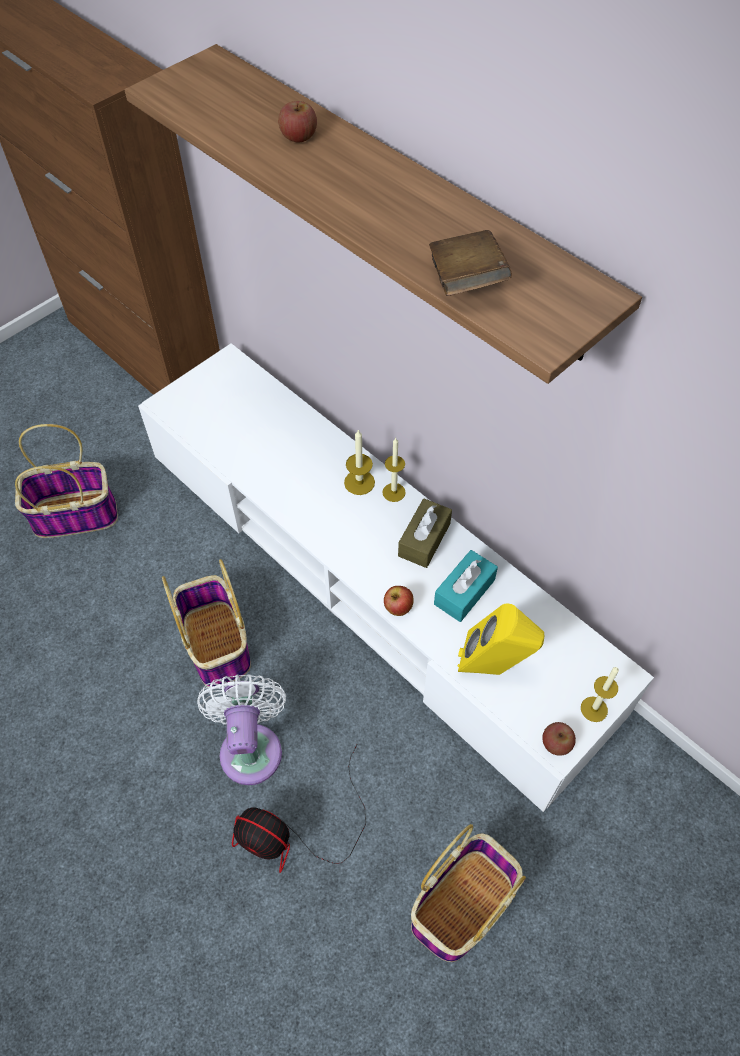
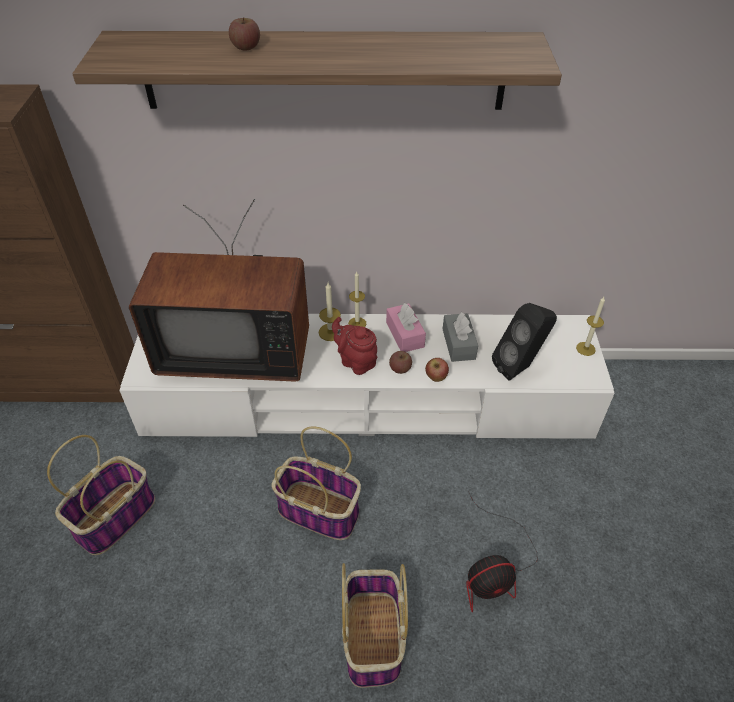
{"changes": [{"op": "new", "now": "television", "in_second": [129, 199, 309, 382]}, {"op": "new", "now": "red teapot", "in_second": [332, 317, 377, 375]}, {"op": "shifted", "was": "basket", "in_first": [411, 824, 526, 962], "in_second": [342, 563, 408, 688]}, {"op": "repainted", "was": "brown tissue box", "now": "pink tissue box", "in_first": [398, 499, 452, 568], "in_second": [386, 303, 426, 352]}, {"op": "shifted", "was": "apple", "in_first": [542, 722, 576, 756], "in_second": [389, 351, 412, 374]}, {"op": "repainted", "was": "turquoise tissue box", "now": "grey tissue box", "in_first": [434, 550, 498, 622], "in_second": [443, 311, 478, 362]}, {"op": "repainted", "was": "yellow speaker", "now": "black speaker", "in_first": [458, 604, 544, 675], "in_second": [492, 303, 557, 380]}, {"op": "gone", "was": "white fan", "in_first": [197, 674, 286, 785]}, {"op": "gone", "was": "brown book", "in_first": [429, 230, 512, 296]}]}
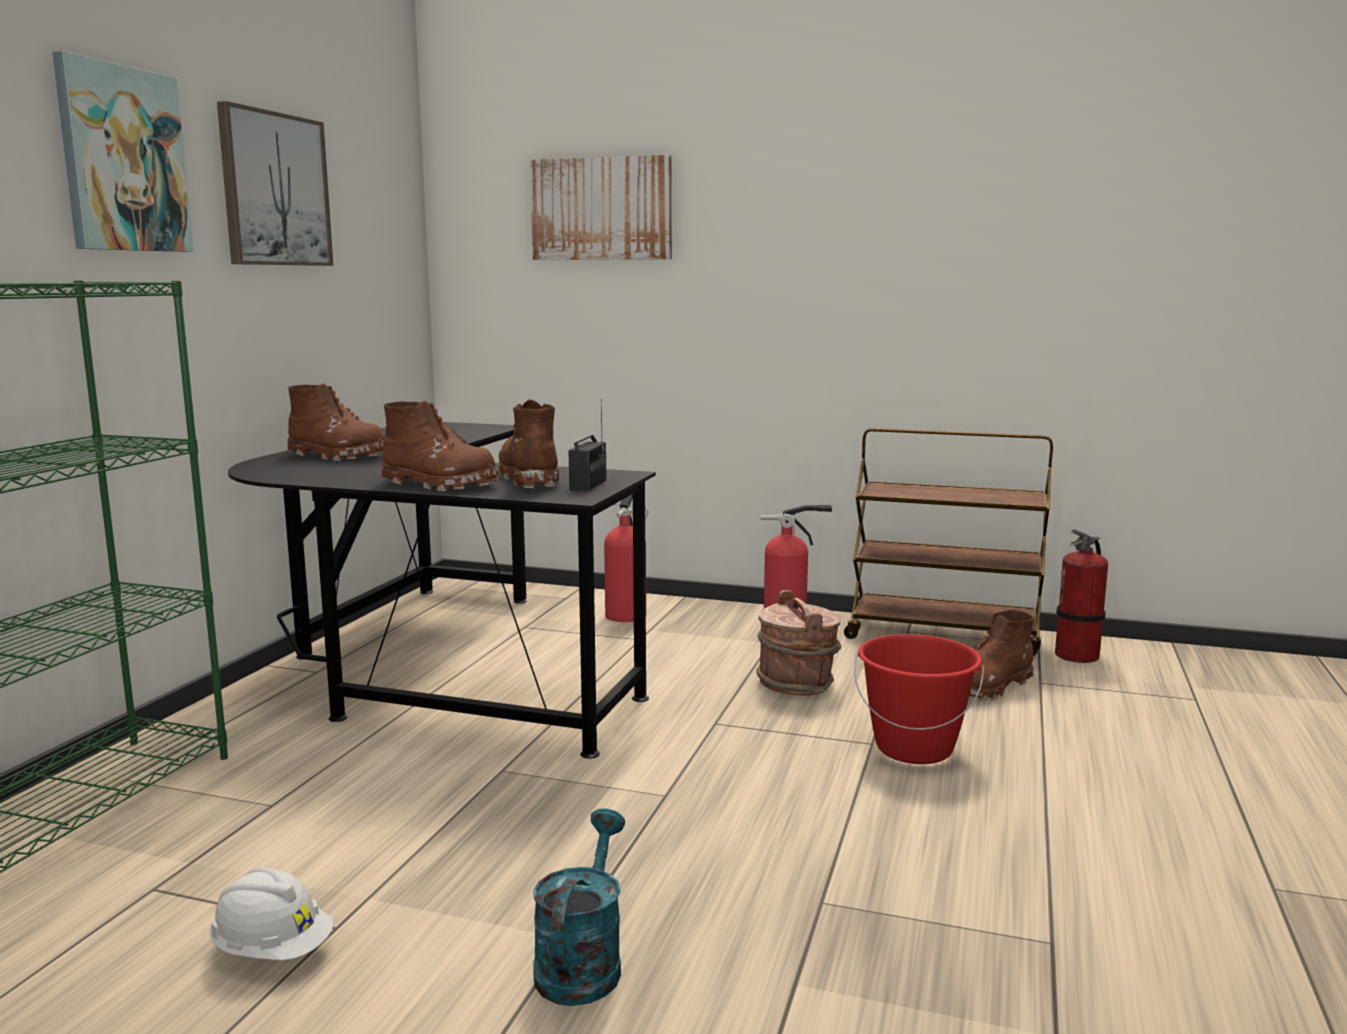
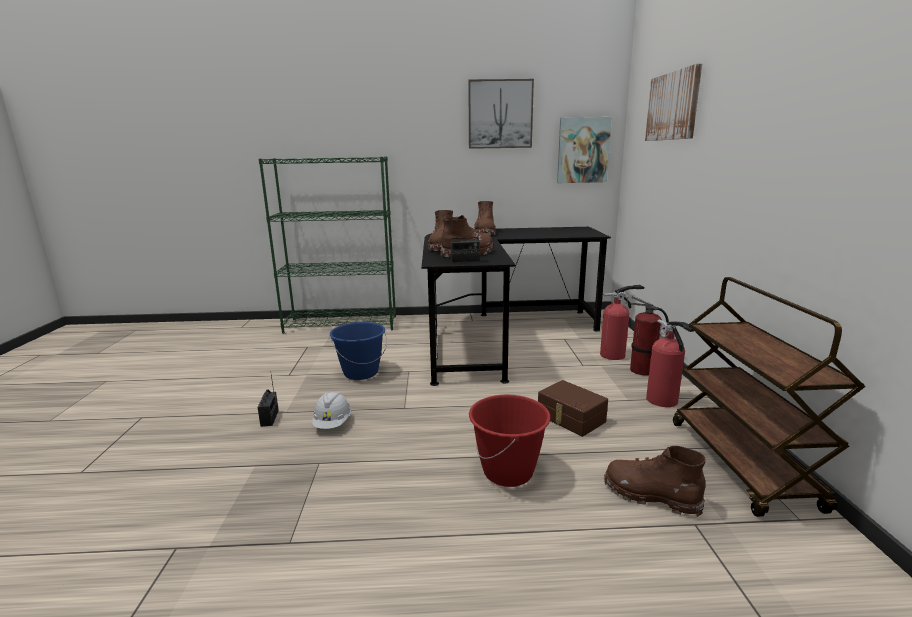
{"changes": [{"op": "swapped", "was": "turquoise watering can", "now": "radio", "in_first": [533, 808, 625, 1006], "in_second": [258, 371, 279, 427]}, {"op": "shifted", "was": "white hard hat", "in_first": [209, 868, 333, 961], "in_second": [312, 392, 351, 429]}, {"op": "new", "now": "blue bucket", "in_second": [330, 322, 387, 380]}, {"op": "swapped", "was": "brown bucket", "now": "brown storage box", "in_first": [756, 590, 841, 696], "in_second": [538, 380, 608, 437]}, {"op": "shifted", "was": "picture", "in_first": [52, 51, 194, 252], "in_second": [557, 117, 612, 183]}, {"op": "shifted", "was": "fire extinguisher", "in_first": [1055, 529, 1108, 663], "in_second": [630, 296, 669, 376]}]}
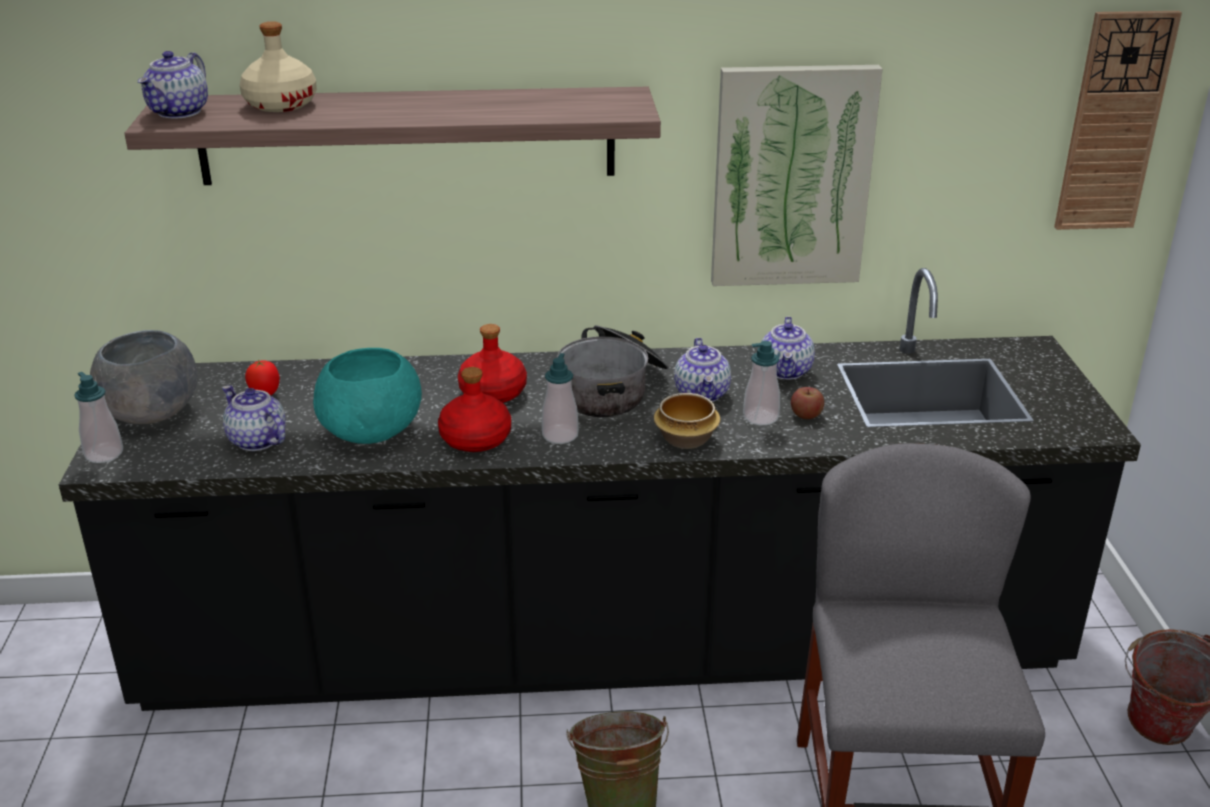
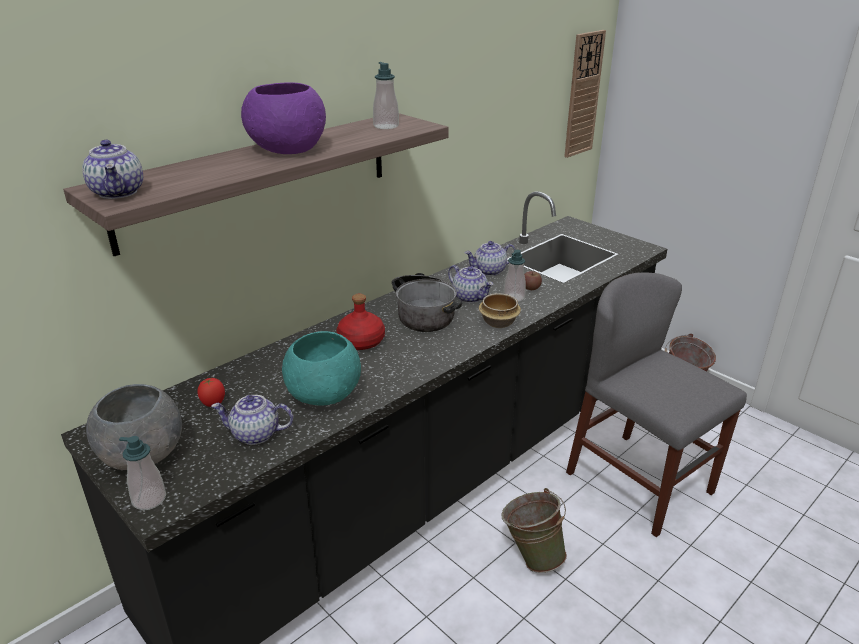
{"changes": [{"op": "new", "now": "purple bowl", "in_second": [241, 82, 326, 154]}, {"op": "shifted", "was": "soap dispenser", "in_first": [542, 353, 578, 444], "in_second": [373, 62, 399, 129]}, {"op": "rotated", "was": "teapot", "in_first": [761, 316, 815, 379], "in_second": [465, 241, 516, 276], "clockwise": 105}, {"op": "gone", "was": "beige bottle", "in_first": [240, 21, 317, 112]}, {"op": "gone", "was": "red bottle", "in_first": [438, 367, 511, 452]}, {"op": "gone", "was": "picture", "in_first": [711, 65, 882, 286]}]}
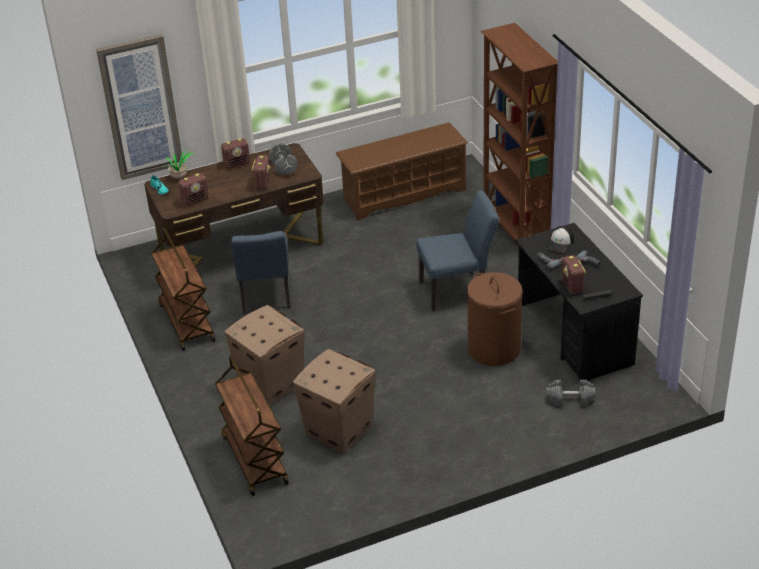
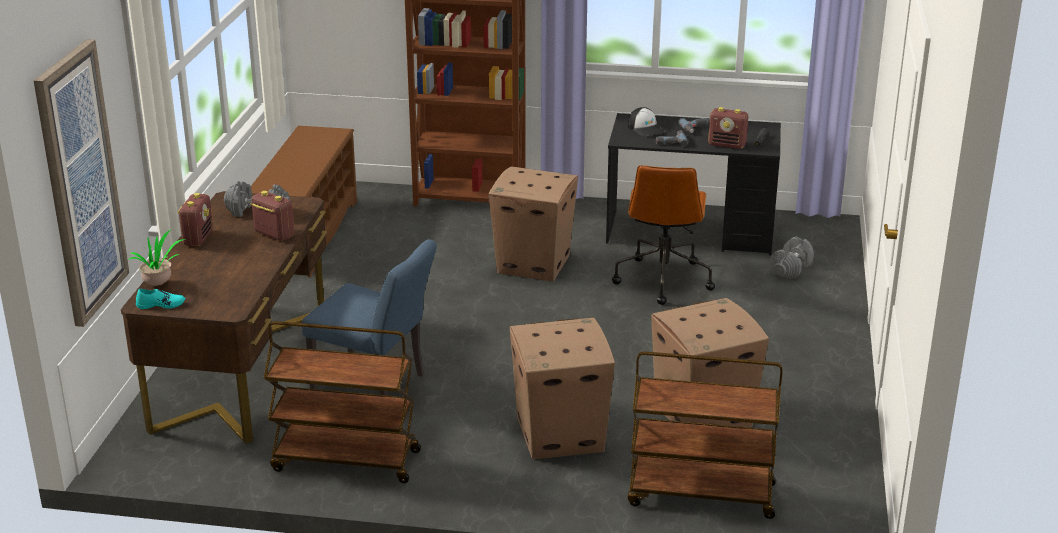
{"changes": [{"op": "swapped", "was": "blue chair", "now": "cardboard box", "in_first": [416, 190, 499, 312], "in_second": [488, 166, 578, 282]}, {"op": "swapped", "was": "brown laundry basket", "now": "brown office chair", "in_first": [467, 272, 523, 366], "in_second": [612, 165, 715, 305]}, {"op": "gone", "was": "radio", "in_first": [178, 173, 209, 206]}]}
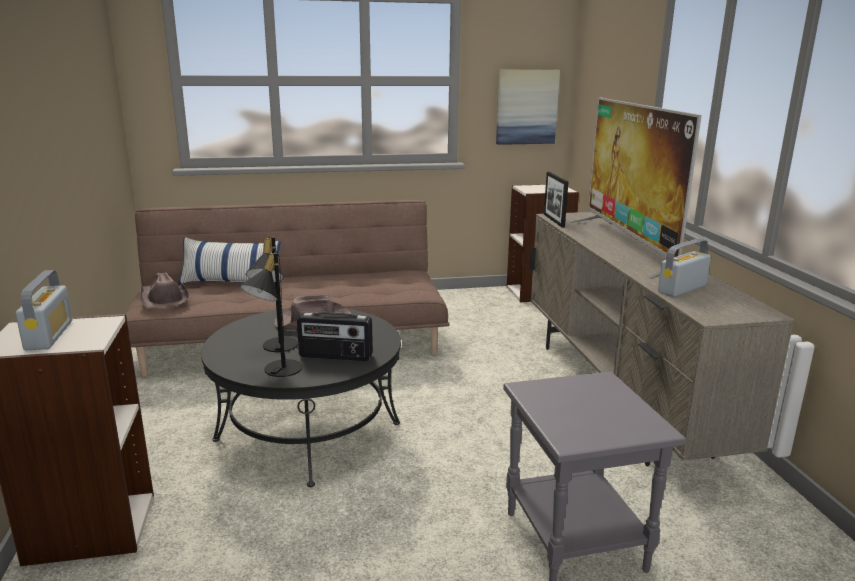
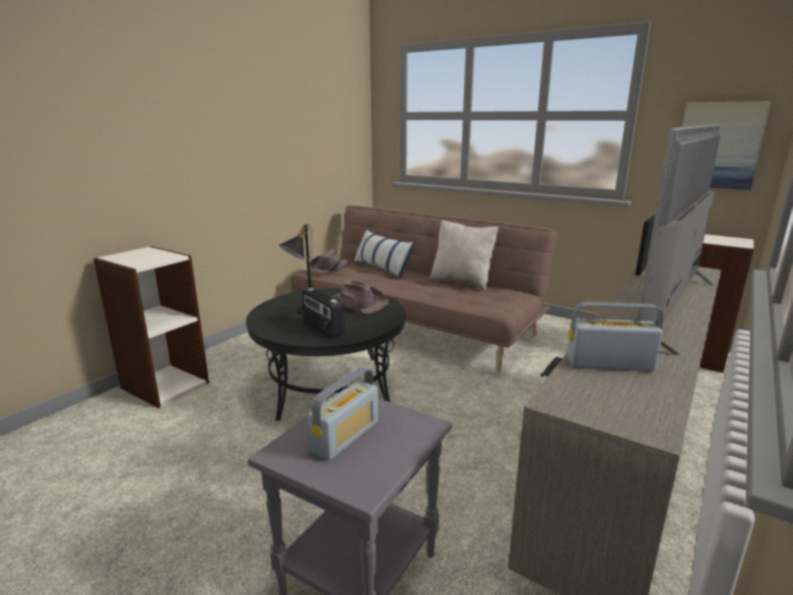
{"changes": [{"op": "shifted", "was": "radio", "in_first": [15, 270, 72, 350], "in_second": [308, 367, 378, 460]}, {"op": "new", "now": "beige pillow", "in_second": [430, 220, 499, 291]}, {"op": "gone", "was": "black table lamp", "in_first": [240, 252, 303, 377]}]}
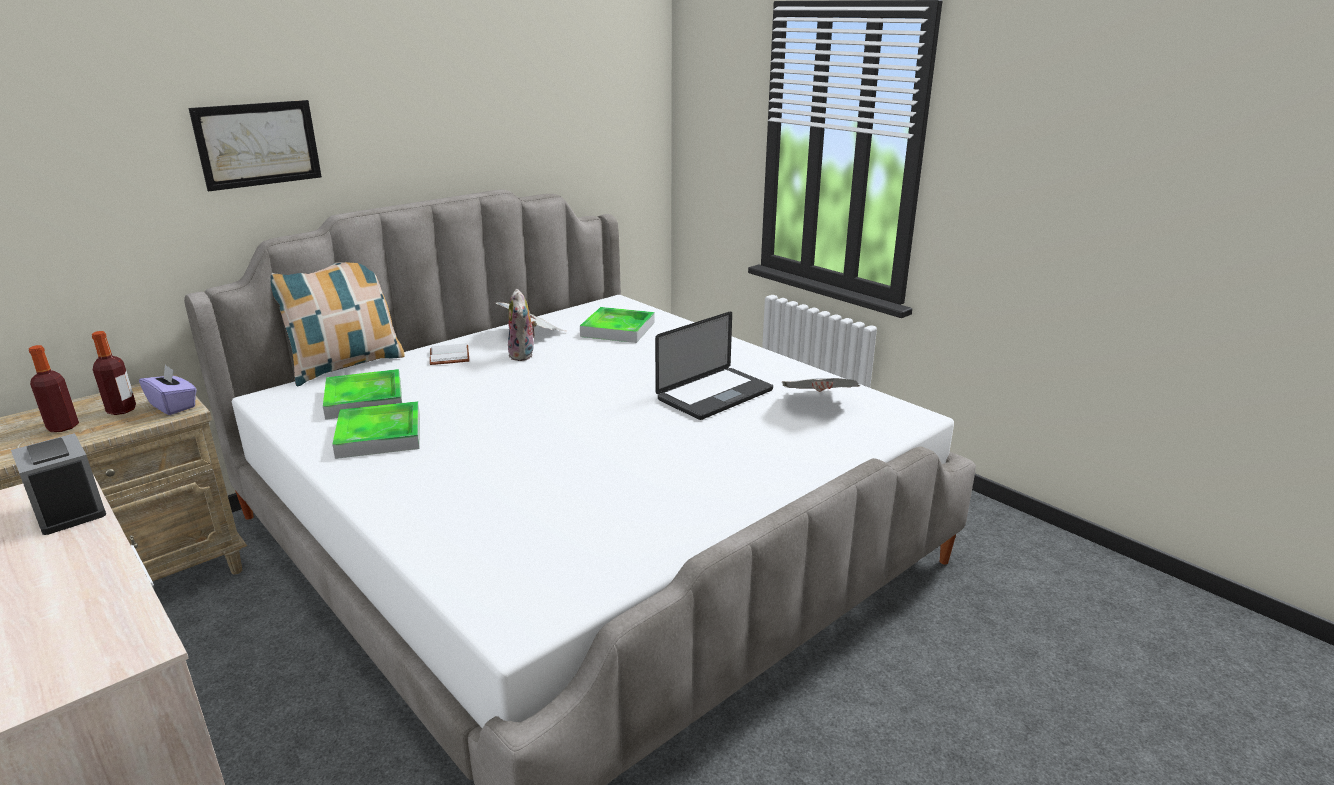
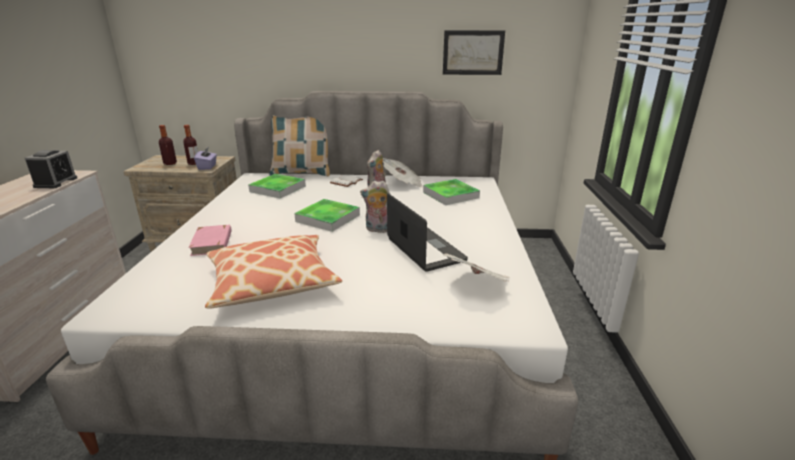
{"changes": [{"op": "new", "now": "pink book", "in_second": [188, 224, 231, 256]}, {"op": "new", "now": "pillow", "in_second": [205, 235, 342, 309]}, {"op": "shifted", "was": "tray", "in_first": [332, 401, 420, 459], "in_second": [294, 199, 360, 232]}, {"op": "new", "now": "plush toy", "in_second": [360, 181, 390, 233]}, {"op": "rotated", "was": "laptop", "in_first": [655, 311, 773, 420], "in_second": [387, 193, 468, 272], "clockwise": -120}, {"op": "shifted", "was": "picture", "in_first": [189, 100, 322, 191], "in_second": [443, 30, 505, 75]}]}
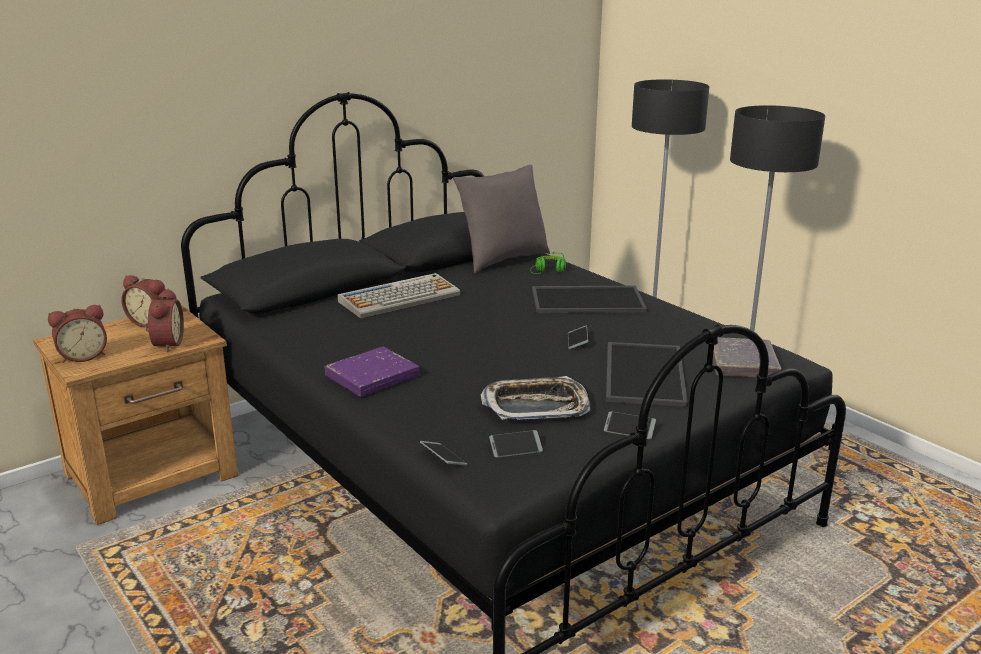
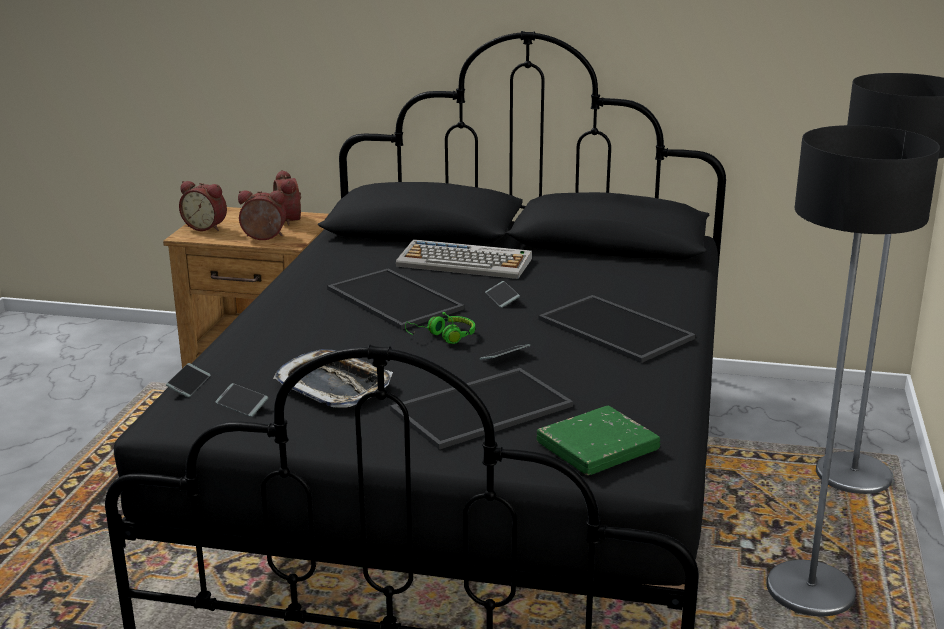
{"changes": [{"op": "rotated", "was": "alarm clock", "in_first": [145, 288, 184, 352], "in_second": [238, 190, 286, 240], "clockwise": -135}, {"op": "new", "now": "tray", "in_second": [327, 269, 464, 330]}, {"op": "shifted", "was": "green headphones", "in_first": [530, 252, 566, 274], "in_second": [405, 312, 475, 344]}, {"op": "shifted", "was": "phone", "in_first": [604, 411, 656, 439], "in_second": [485, 281, 520, 308]}, {"op": "repainted", "was": "grey book", "now": "green book", "in_first": [713, 337, 781, 377], "in_second": [537, 406, 660, 475]}, {"op": "gone", "was": "purple book", "in_first": [325, 347, 420, 397]}, {"op": "gone", "was": "grey pillow", "in_first": [453, 165, 550, 273]}]}
